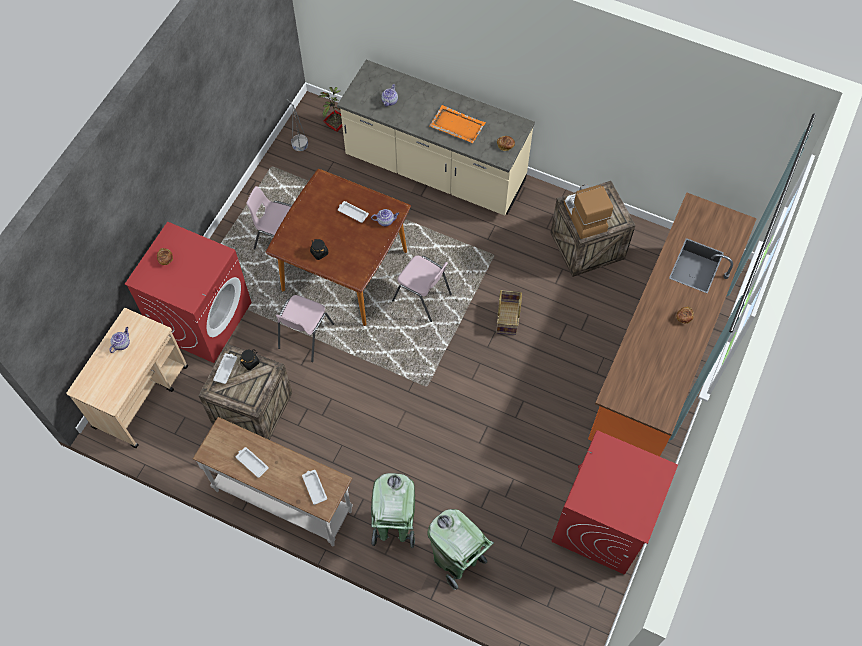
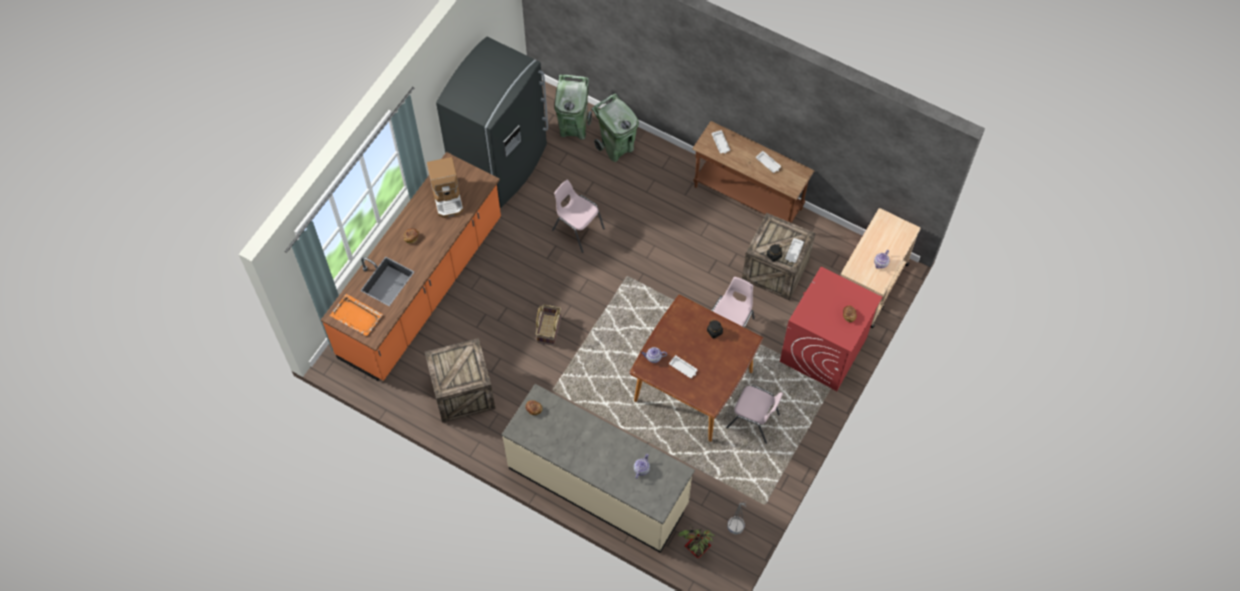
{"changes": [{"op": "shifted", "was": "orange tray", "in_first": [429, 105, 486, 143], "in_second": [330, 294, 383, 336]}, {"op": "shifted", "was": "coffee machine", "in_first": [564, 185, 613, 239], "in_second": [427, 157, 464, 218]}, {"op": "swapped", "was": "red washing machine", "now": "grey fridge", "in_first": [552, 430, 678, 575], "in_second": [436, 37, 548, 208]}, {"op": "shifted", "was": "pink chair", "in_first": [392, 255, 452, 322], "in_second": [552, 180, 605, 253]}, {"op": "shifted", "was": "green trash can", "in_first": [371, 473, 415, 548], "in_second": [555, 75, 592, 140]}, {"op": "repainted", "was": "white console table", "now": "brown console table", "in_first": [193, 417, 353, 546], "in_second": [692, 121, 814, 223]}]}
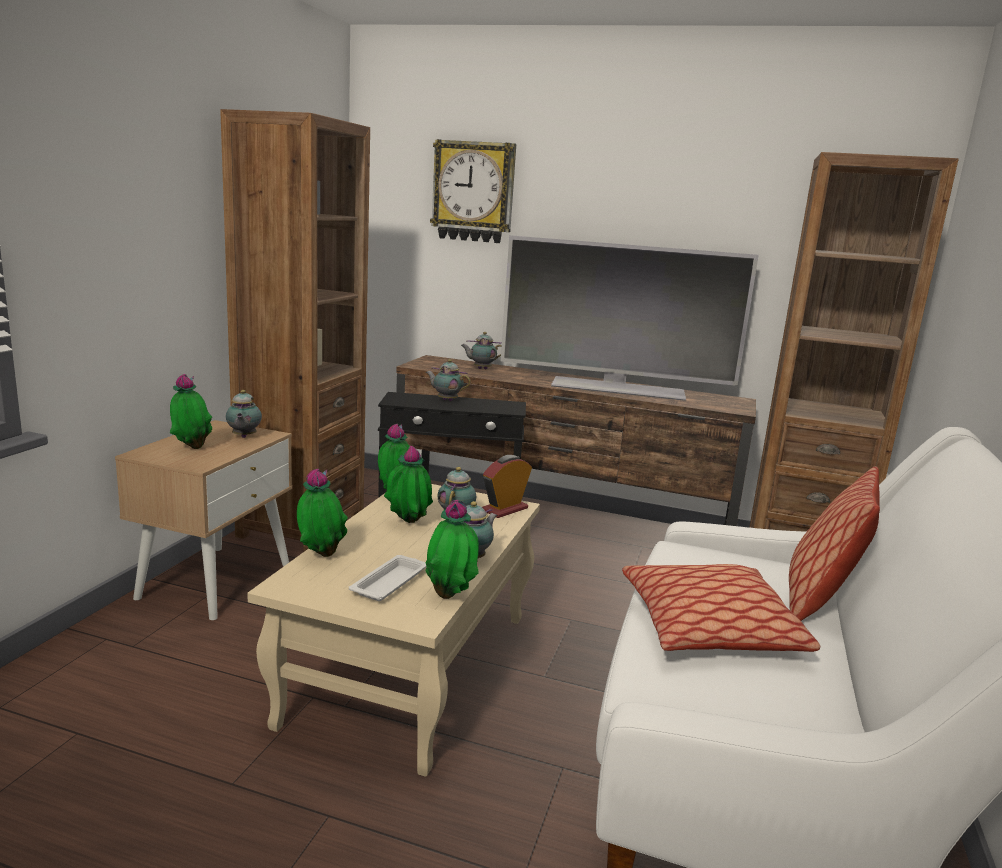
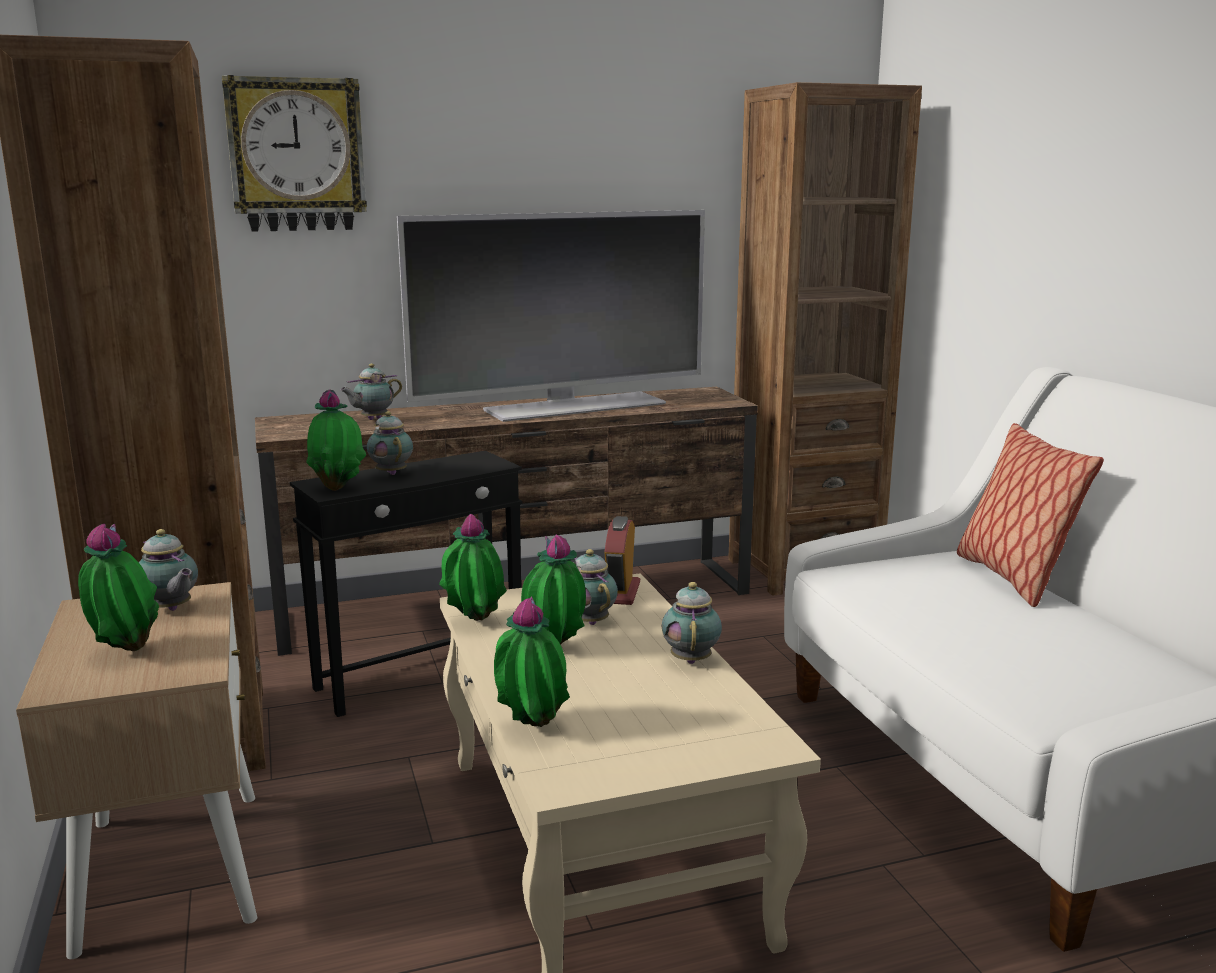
{"changes": [{"op": "shifted", "was": "potted plant", "in_first": [426, 500, 479, 599], "in_second": [307, 389, 366, 491]}, {"op": "rotated", "was": "teapot", "in_first": [426, 359, 471, 401], "in_second": [367, 411, 413, 475], "clockwise": 75}, {"op": "gone", "was": "white tray", "in_first": [349, 555, 427, 601]}, {"op": "gone", "was": "pillow", "in_first": [622, 564, 820, 652]}]}
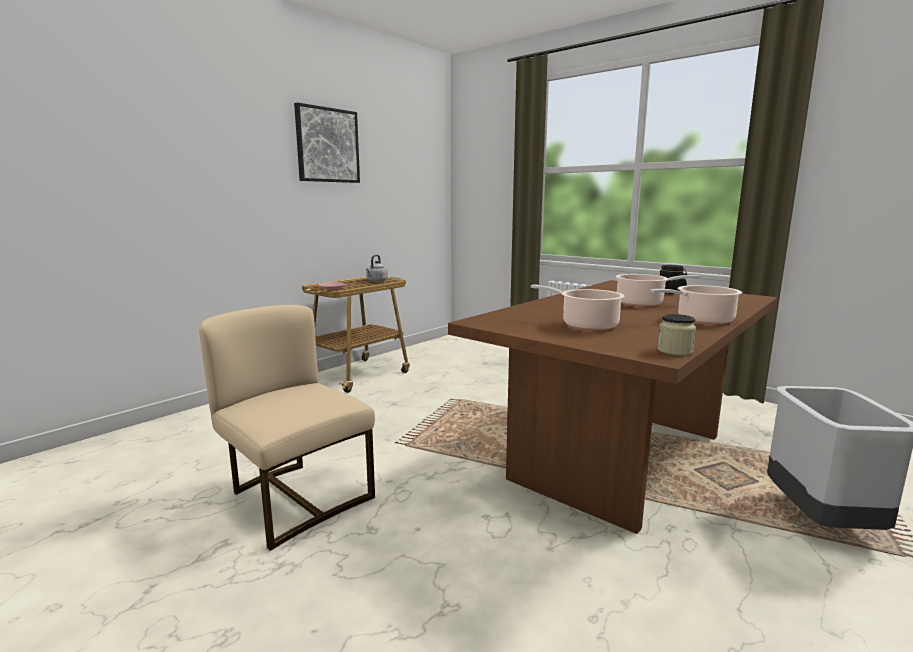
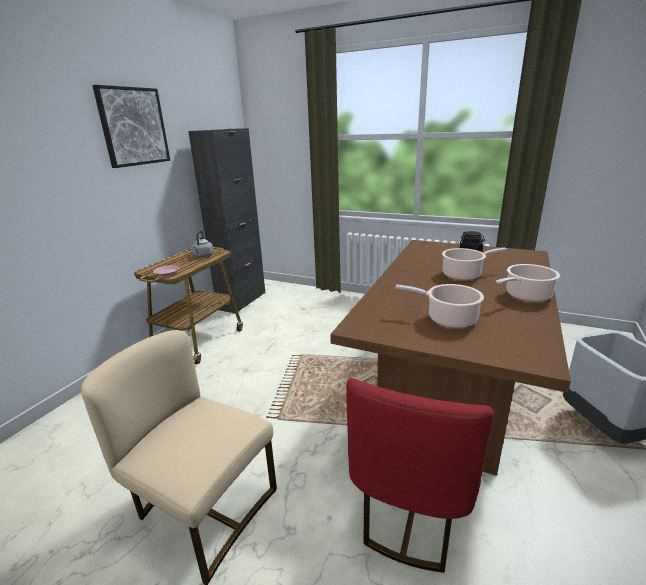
{"changes": [{"op": "new", "now": "black cabinet", "in_second": [188, 128, 265, 313]}, {"op": "new", "now": "red chair", "in_second": [346, 378, 494, 573]}, {"op": "gone", "was": "jar", "in_first": [658, 314, 696, 356]}]}
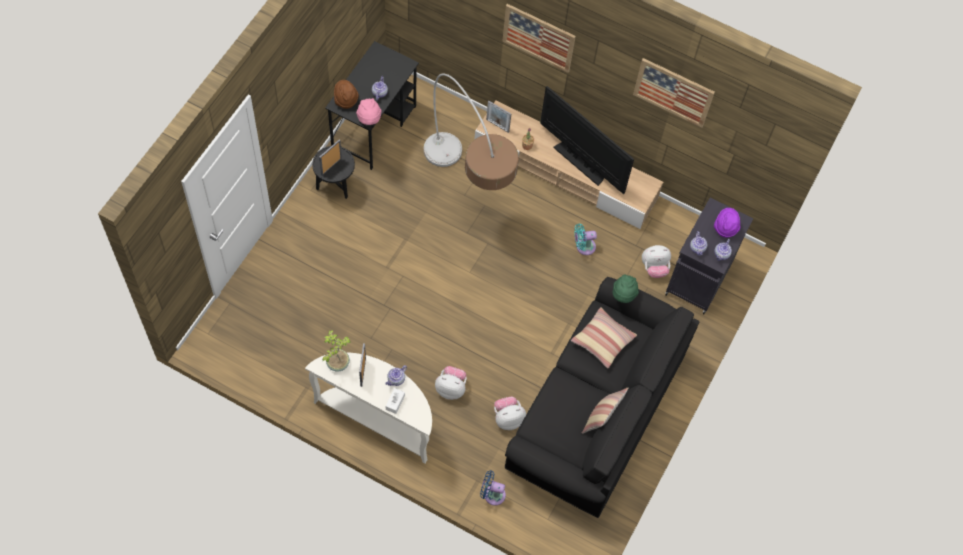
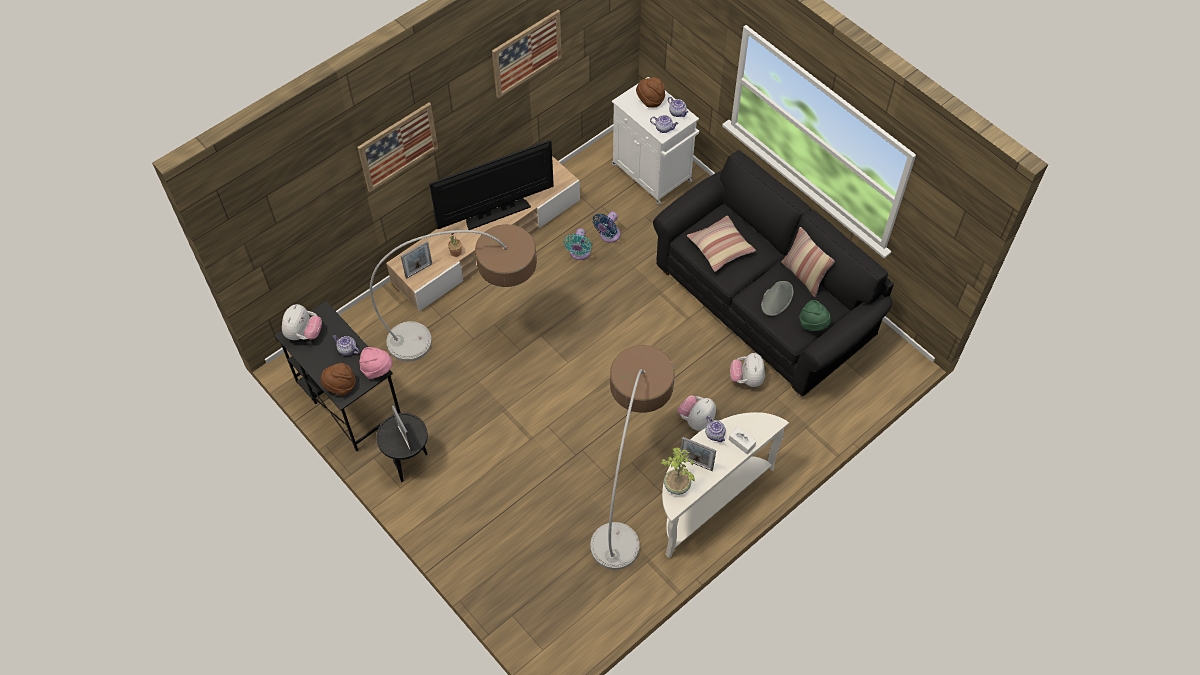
{"changes": [{"op": "shifted", "was": "plush toy", "in_first": [642, 245, 671, 278], "in_second": [282, 304, 322, 340]}, {"op": "new", "now": "floor lamp", "in_second": [590, 345, 675, 570]}, {"op": "shifted", "was": "blue fan", "in_first": [480, 470, 506, 506], "in_second": [592, 211, 620, 243]}, {"op": "repainted", "was": "black cabinet", "now": "white cabinet", "in_first": [665, 197, 754, 315], "in_second": [612, 77, 699, 205]}, {"op": "repainted", "was": "purple hat", "now": "brown hat", "in_first": [714, 208, 740, 238], "in_second": [636, 77, 665, 108]}, {"op": "new", "now": "grey hat", "in_second": [761, 281, 793, 316]}, {"op": "shifted", "was": "green hat", "in_first": [613, 274, 639, 303], "in_second": [799, 300, 831, 331]}]}
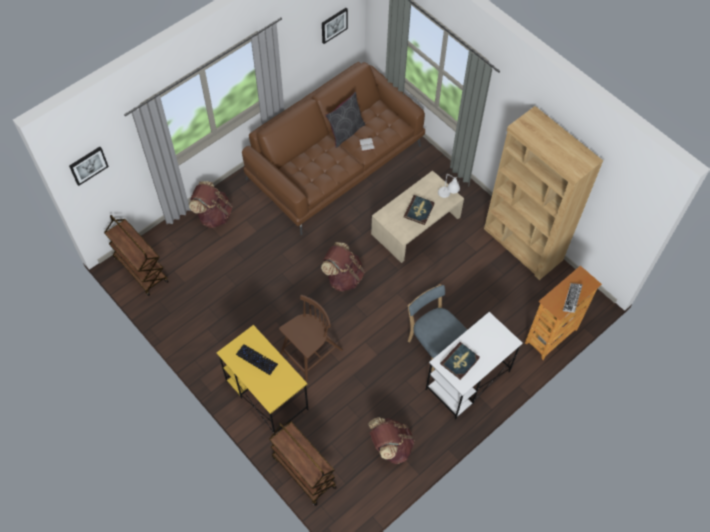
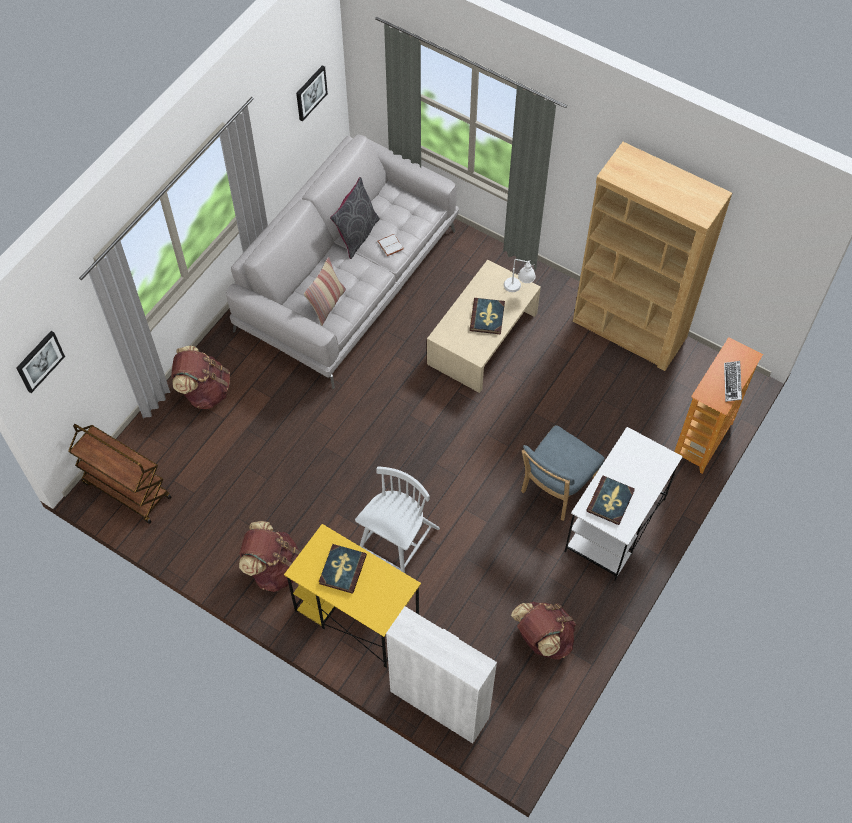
{"changes": [{"op": "repainted", "was": "brown sofa", "now": "grey sofa", "in_first": [242, 62, 425, 235], "in_second": [226, 135, 459, 389]}, {"op": "shifted", "was": "brown backpack", "in_first": [321, 242, 365, 292], "in_second": [239, 521, 301, 592]}, {"op": "new", "now": "pillow", "in_second": [304, 257, 346, 326]}, {"op": "swapped", "was": "keyboard", "now": "book", "in_first": [236, 344, 278, 375], "in_second": [319, 544, 367, 594]}, {"op": "repainted", "was": "brown chair", "now": "white chair", "in_first": [279, 295, 343, 381], "in_second": [355, 467, 440, 573]}, {"op": "swapped", "was": "brown cart", "now": "white cabinet", "in_first": [269, 422, 337, 506], "in_second": [386, 607, 497, 744]}, {"op": "rotated", "was": "blue chair", "in_first": [408, 284, 467, 372], "in_second": [521, 425, 604, 521], "clockwise": -90}]}
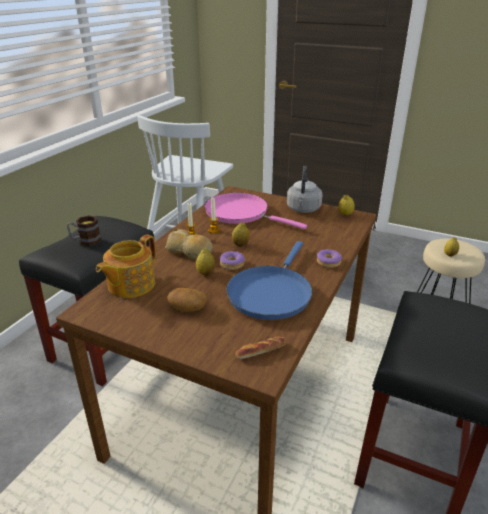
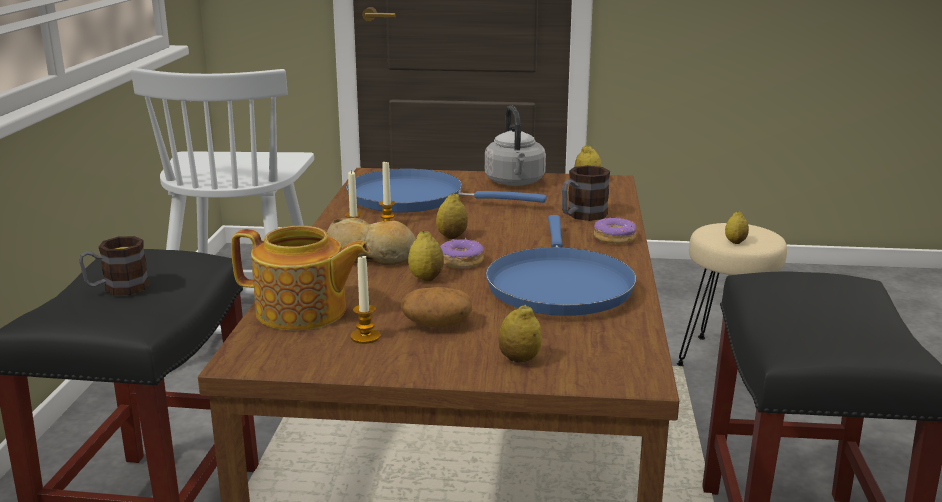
{"changes": [{"op": "rotated", "was": "teapot", "in_first": [96, 235, 156, 298], "in_second": [231, 226, 370, 331], "clockwise": -90}, {"op": "repainted", "was": "pink frying pan", "now": "blue frying pan", "in_first": [205, 193, 307, 229], "in_second": [346, 169, 546, 213]}, {"op": "new", "now": "candle", "in_second": [350, 254, 381, 344]}, {"op": "new", "now": "lemon", "in_second": [499, 304, 542, 362]}, {"op": "new", "now": "mug", "in_second": [562, 165, 610, 221]}, {"op": "gone", "was": "bread", "in_first": [235, 336, 286, 359]}]}
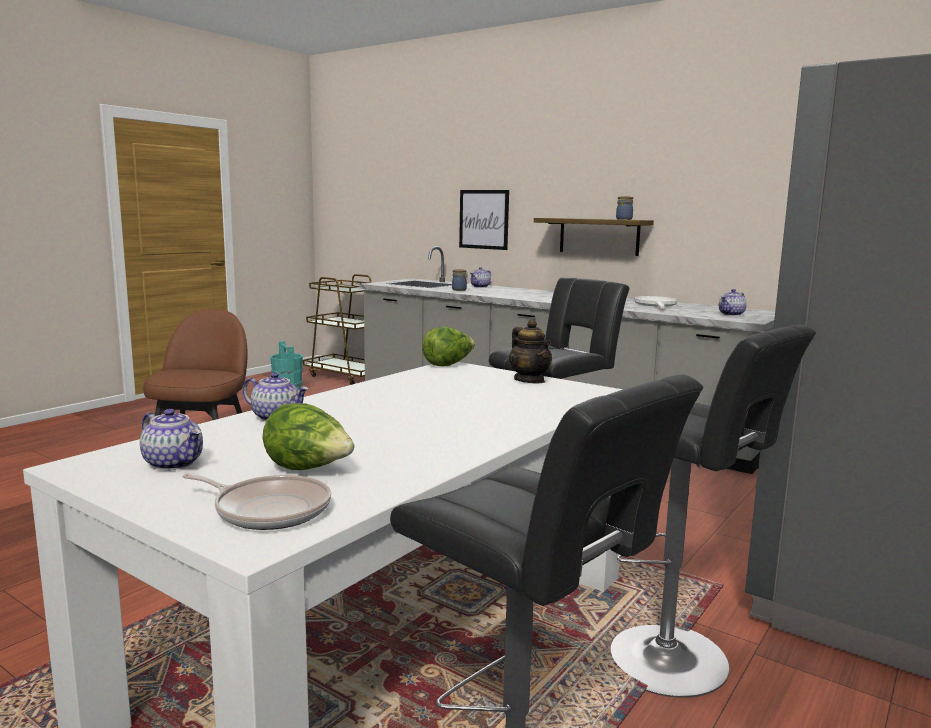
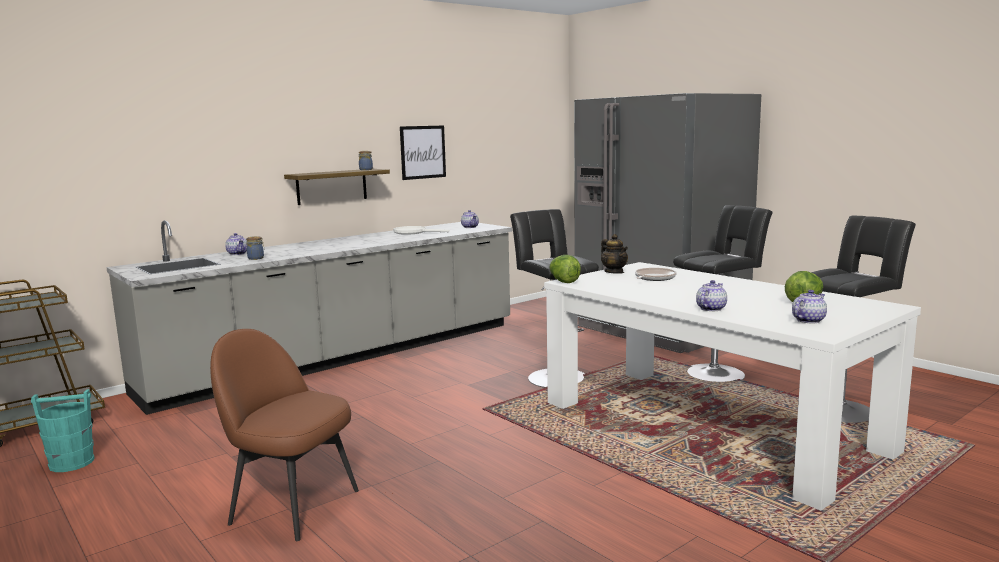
{"changes": [{"op": "shifted", "was": "picture", "in_first": [459, 190, 509, 250], "in_second": [400, 126, 446, 180]}, {"op": "rotated", "was": "teapot", "in_first": [509, 319, 552, 383], "in_second": [601, 234, 628, 274], "clockwise": 75}, {"op": "shifted", "was": "frying pan", "in_first": [182, 473, 331, 530], "in_second": [635, 268, 677, 281]}]}
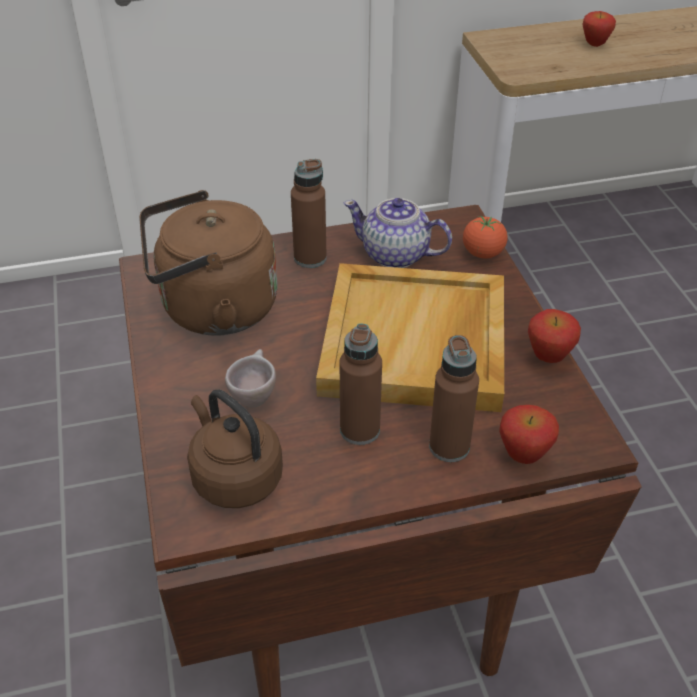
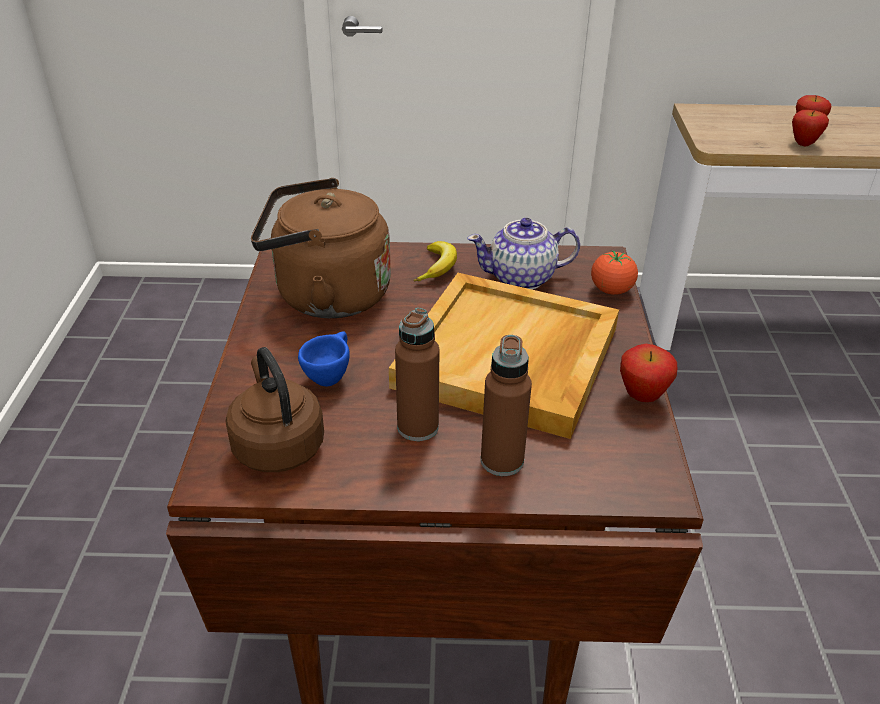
{"changes": [{"op": "repainted", "was": "beige cup", "now": "blue cup", "in_first": [225, 349, 276, 407], "in_second": [298, 331, 350, 386]}, {"op": "swapped", "was": "brown bottle", "now": "banana", "in_first": [291, 159, 327, 268], "in_second": [414, 241, 457, 282]}, {"op": "rotated", "was": "teapot", "in_first": [343, 198, 452, 268], "in_second": [467, 218, 580, 290], "clockwise": -45}, {"op": "shifted", "was": "apple", "in_first": [499, 405, 559, 464], "in_second": [792, 110, 829, 146]}]}
